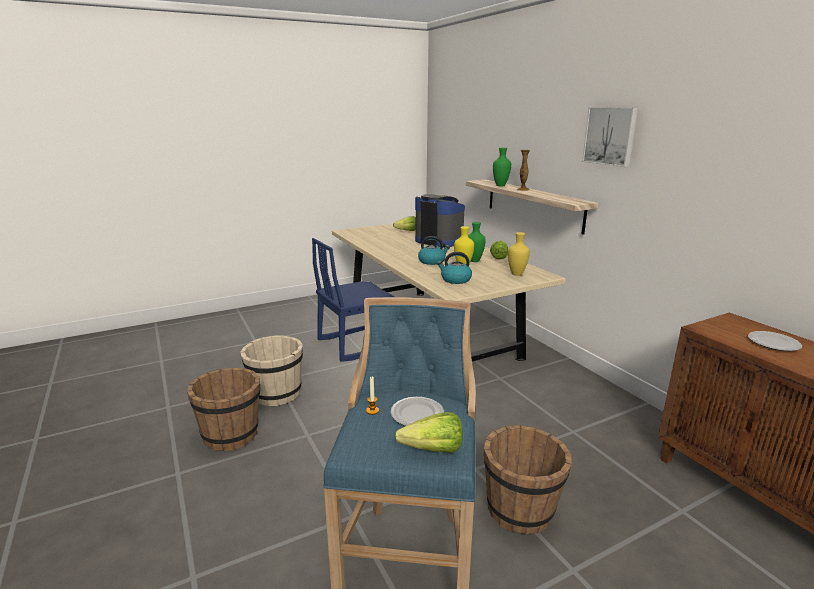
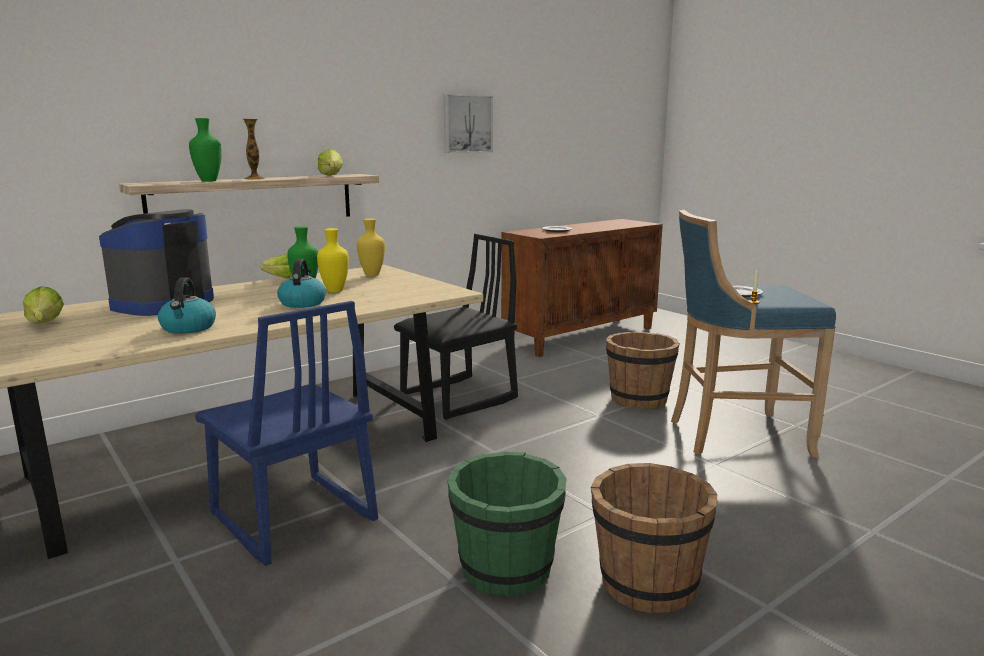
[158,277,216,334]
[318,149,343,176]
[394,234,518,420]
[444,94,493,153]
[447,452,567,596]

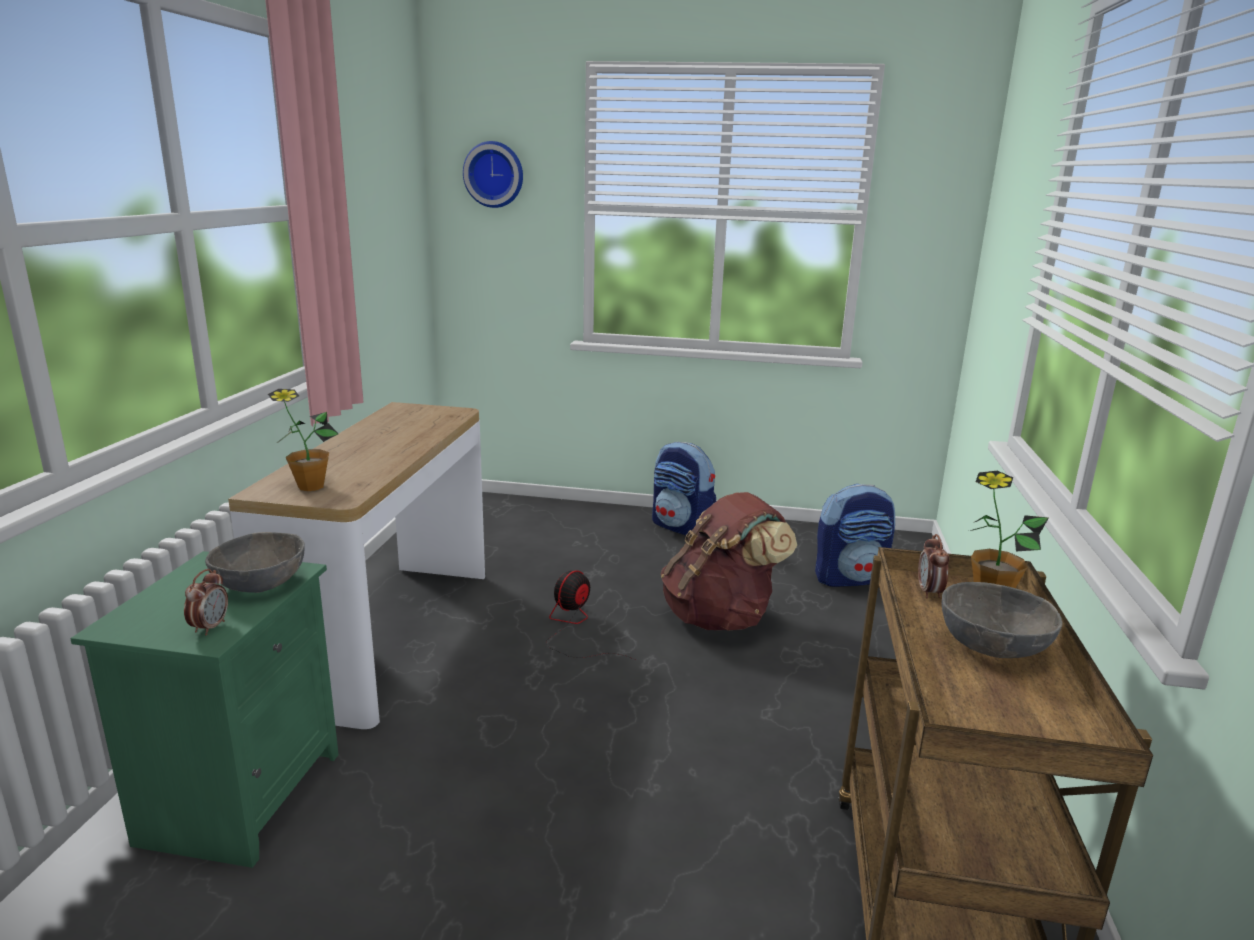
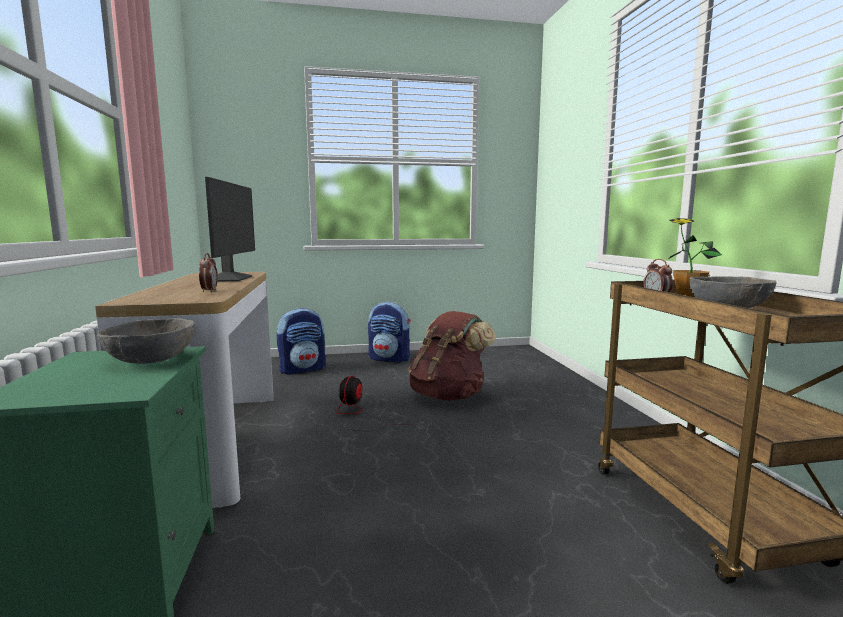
[199,253,218,292]
[205,177,255,281]
[277,308,326,375]
[268,389,338,491] (first image)
[463,141,523,208] (first image)

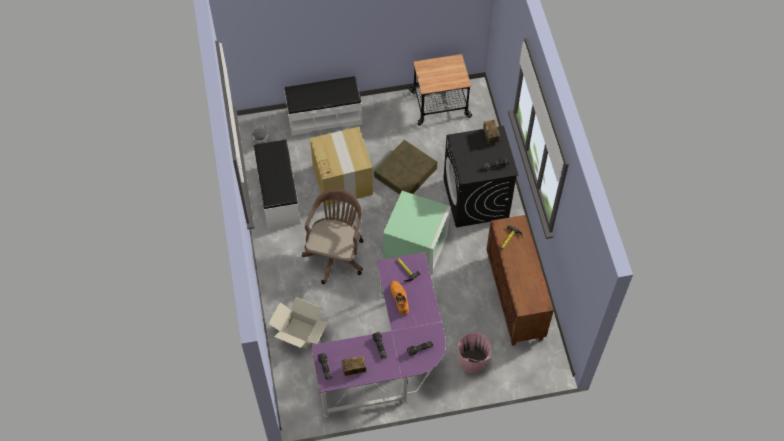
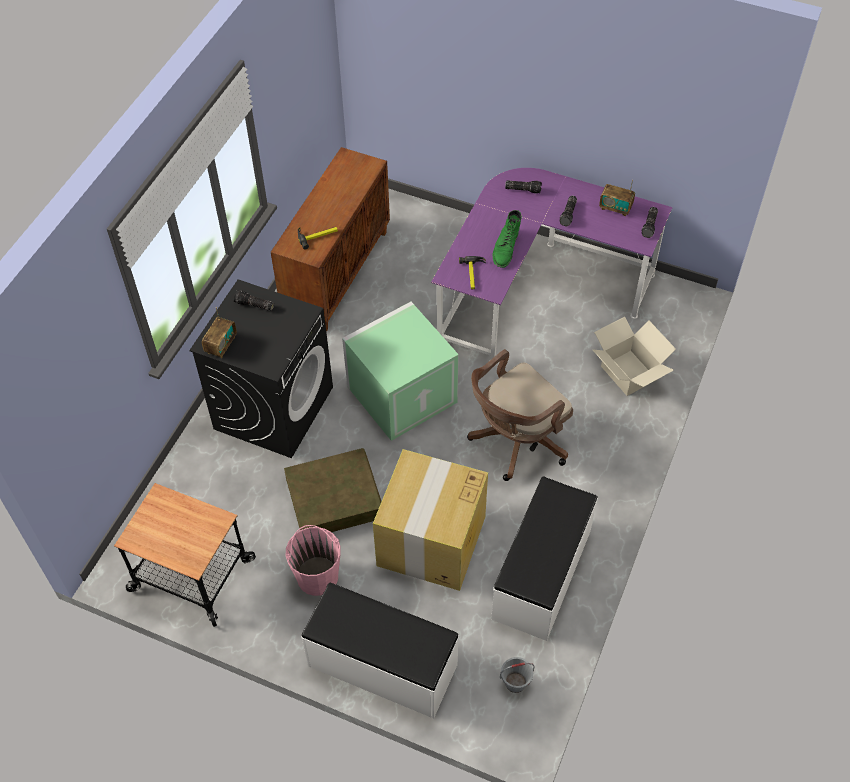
[286,525,341,596]
[492,210,522,268]

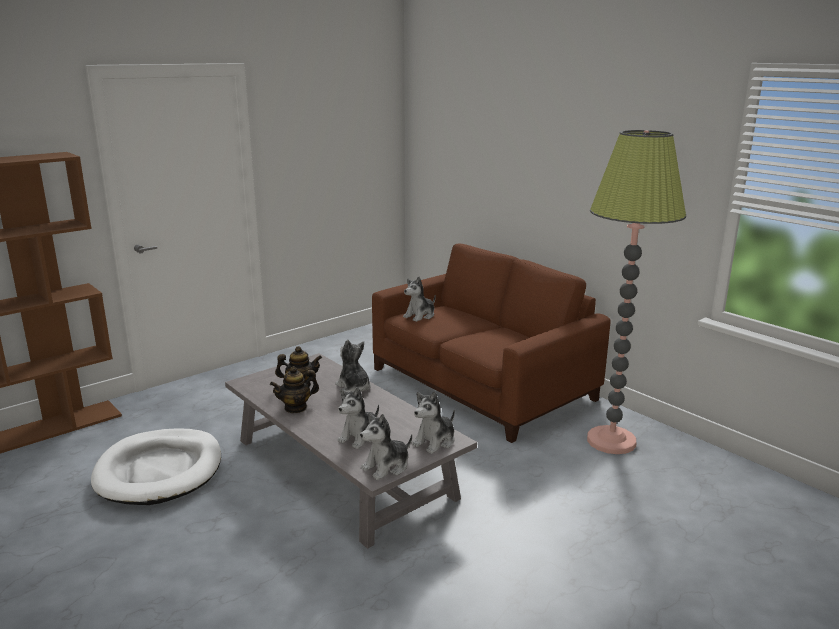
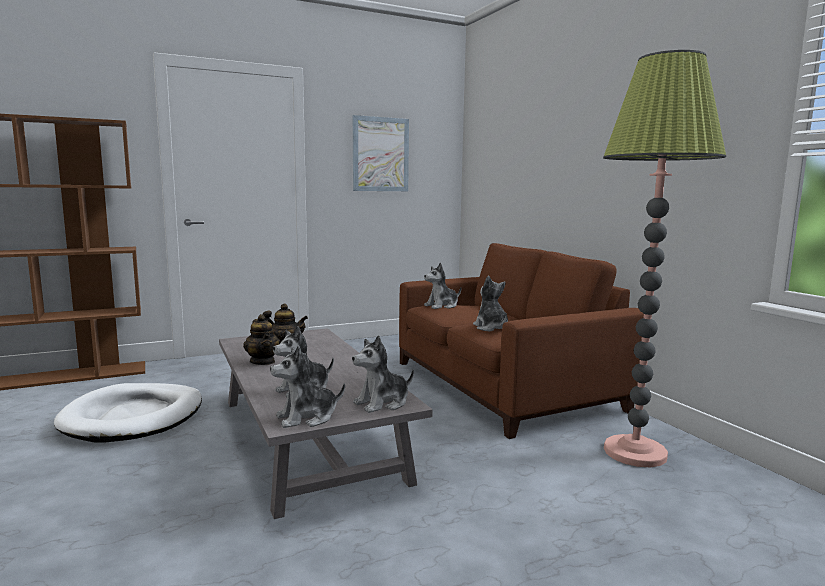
[243,314,281,365]
[353,115,409,191]
[473,275,508,332]

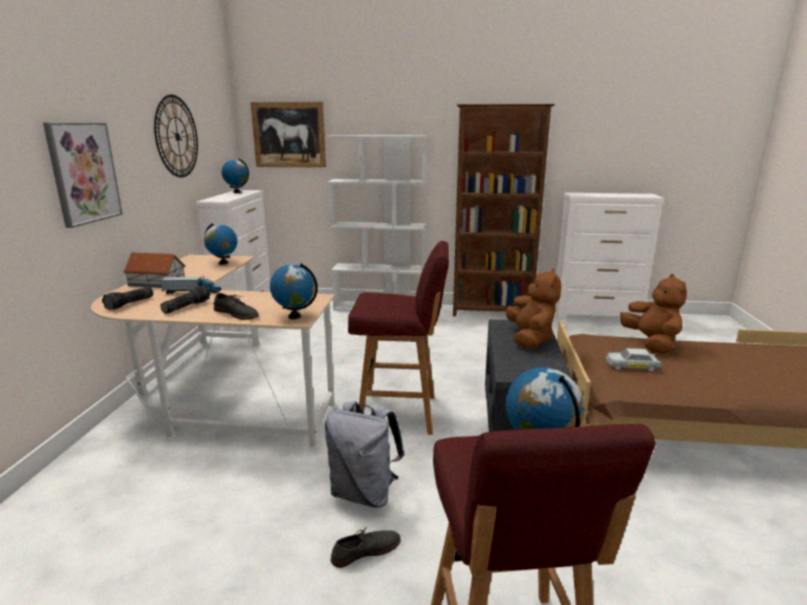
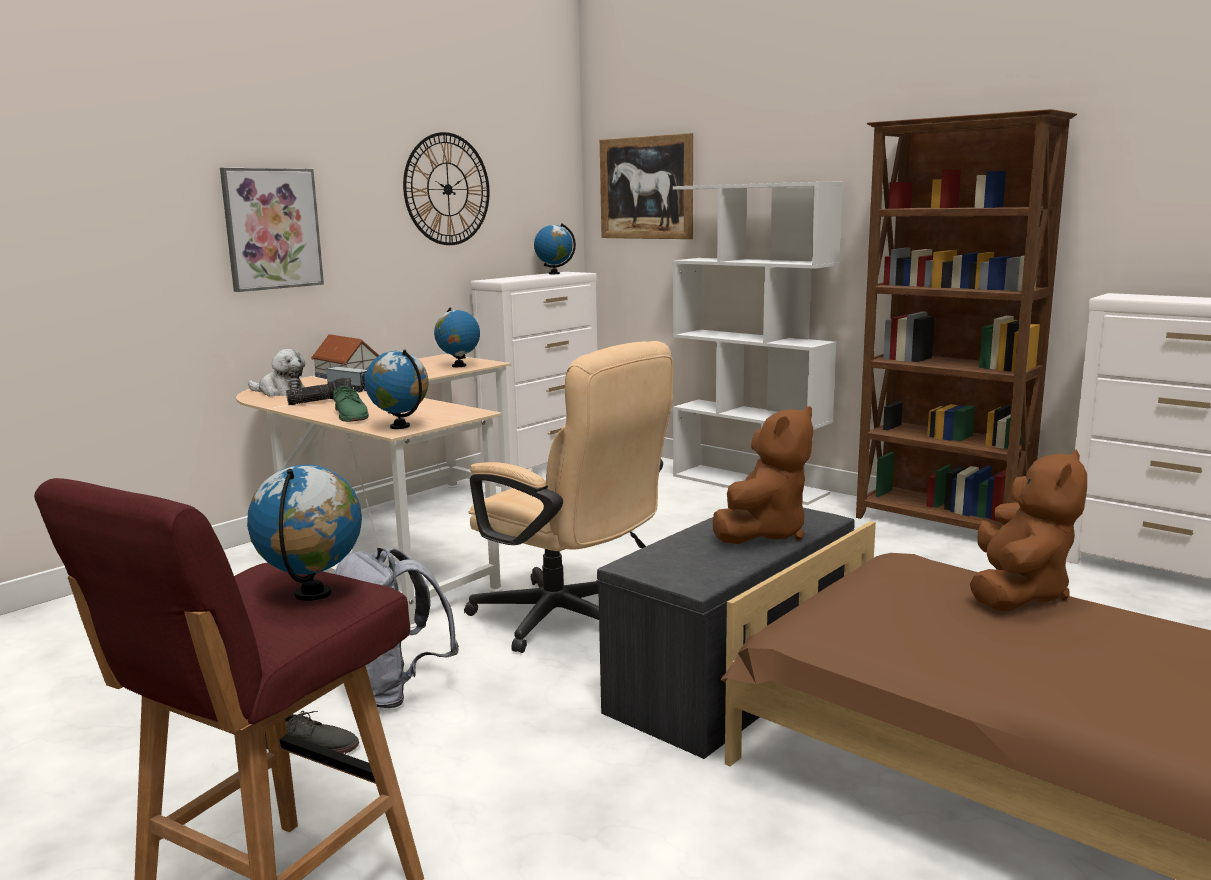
[248,349,305,397]
[333,386,369,422]
[464,341,674,653]
[606,348,661,372] (first image)

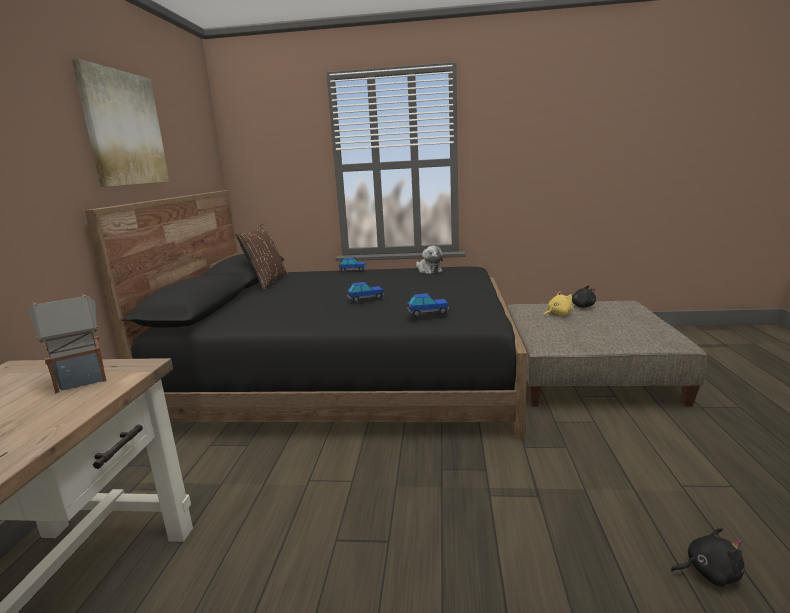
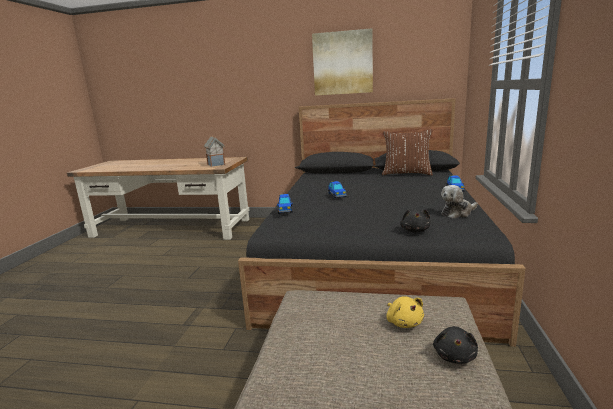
[400,209,431,232]

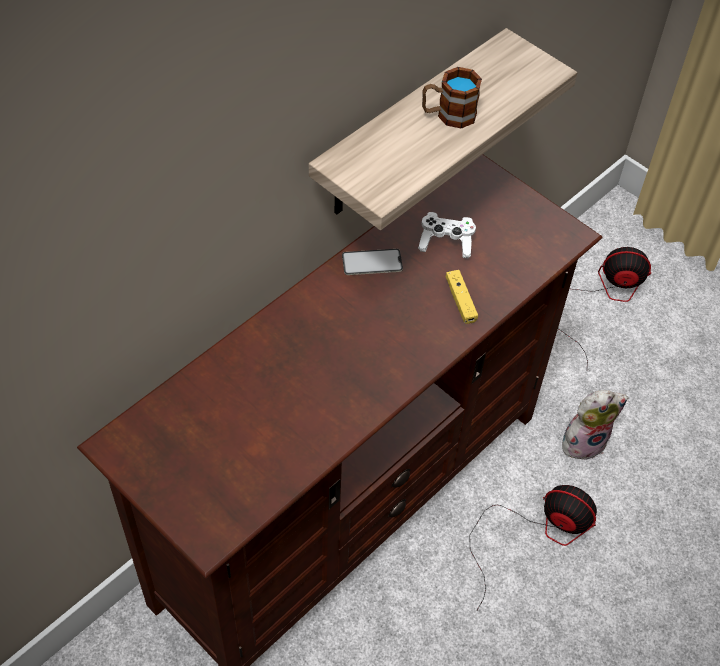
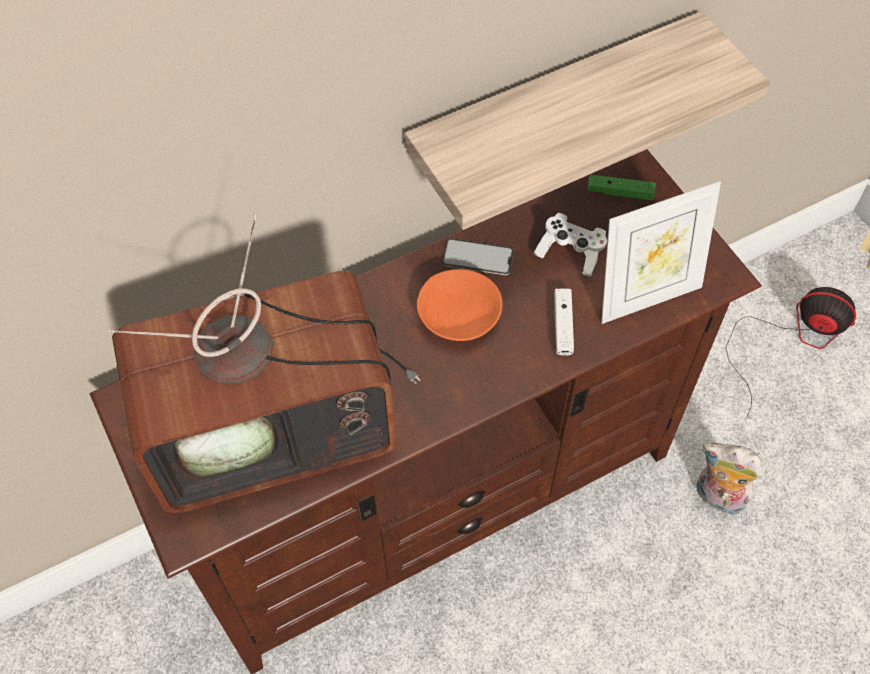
[109,211,420,513]
[417,269,503,341]
[554,288,574,356]
[588,174,656,200]
[601,181,721,324]
[696,443,763,514]
[422,67,482,128] (first image)
[469,485,597,611] (first image)

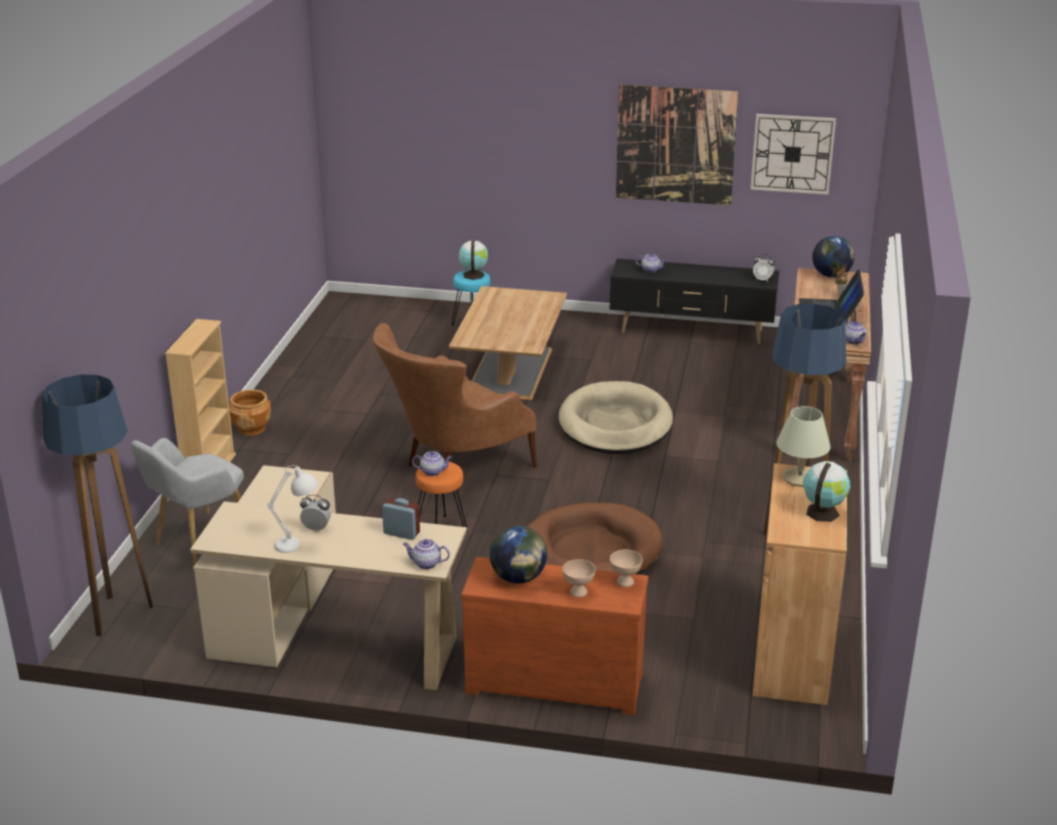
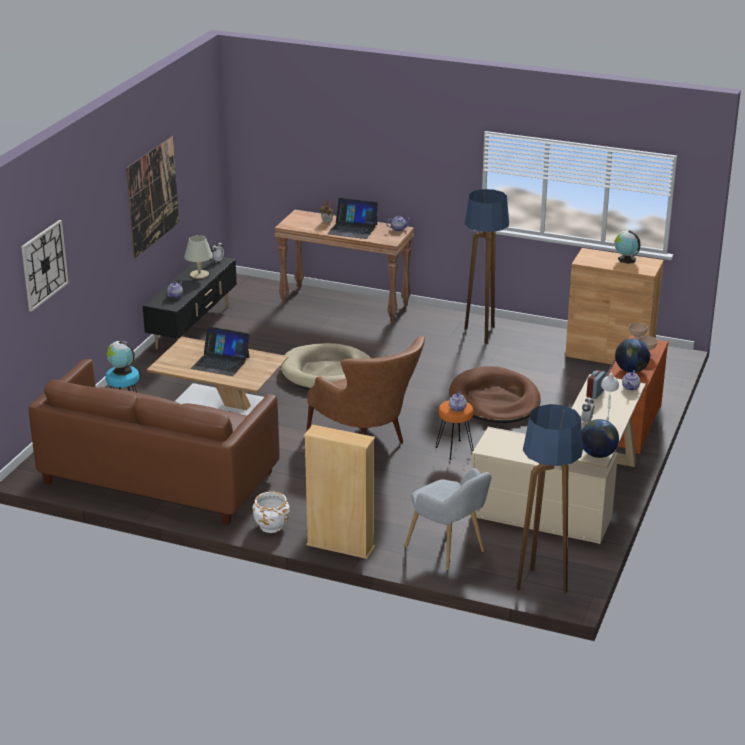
[21,220,69,312]
[28,359,280,525]
[184,235,213,279]
[191,326,250,376]
[253,492,290,533]
[582,419,619,458]

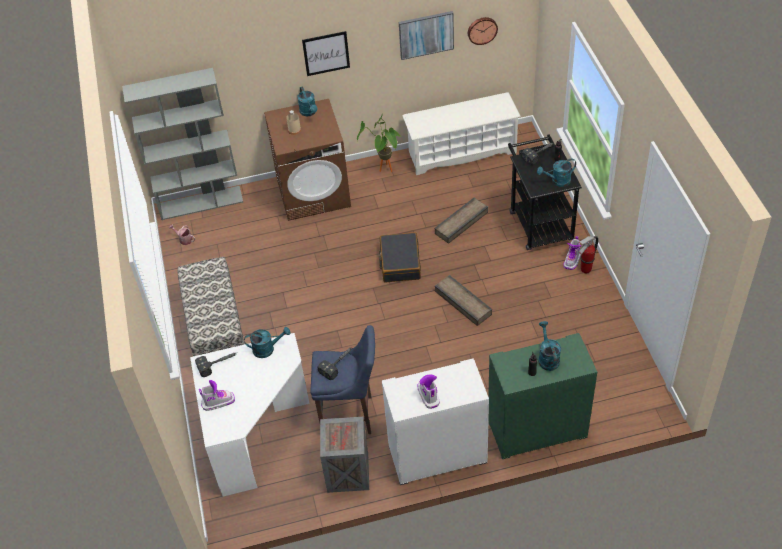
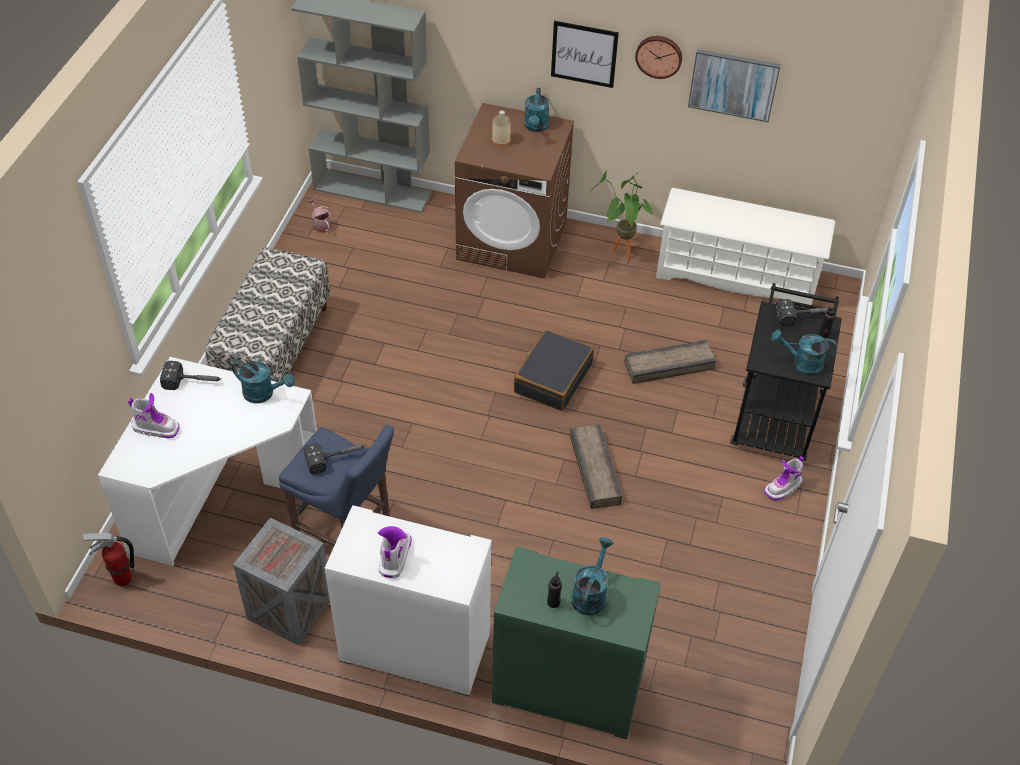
[82,533,135,586]
[635,36,682,79]

